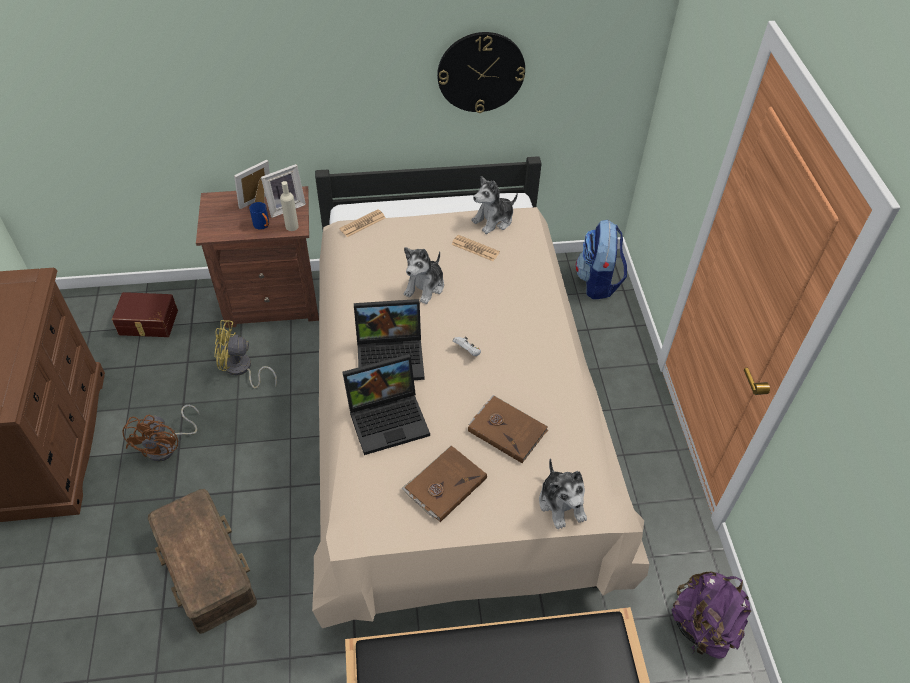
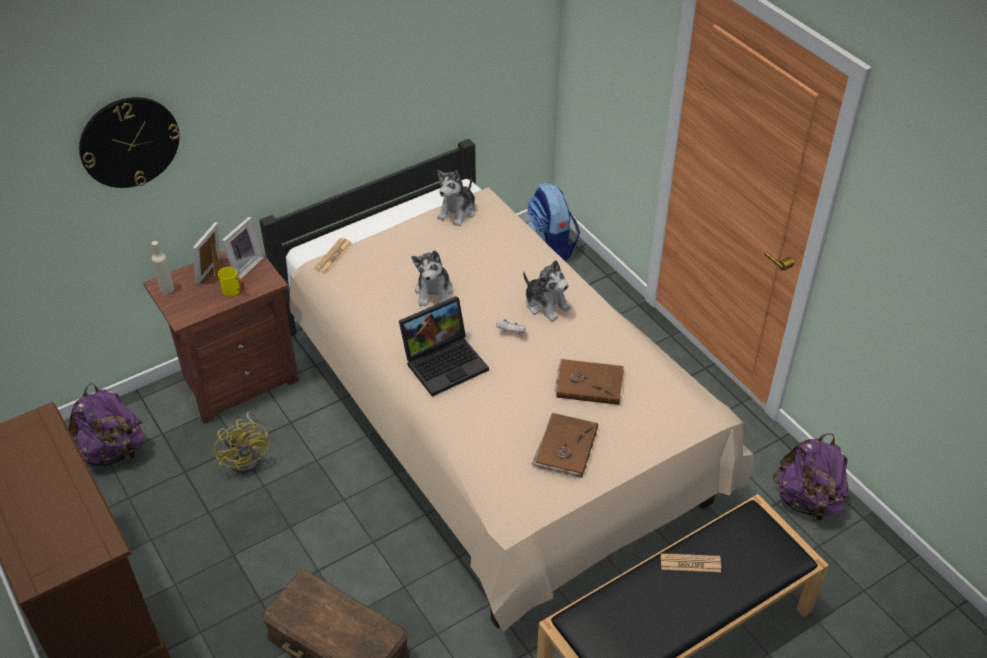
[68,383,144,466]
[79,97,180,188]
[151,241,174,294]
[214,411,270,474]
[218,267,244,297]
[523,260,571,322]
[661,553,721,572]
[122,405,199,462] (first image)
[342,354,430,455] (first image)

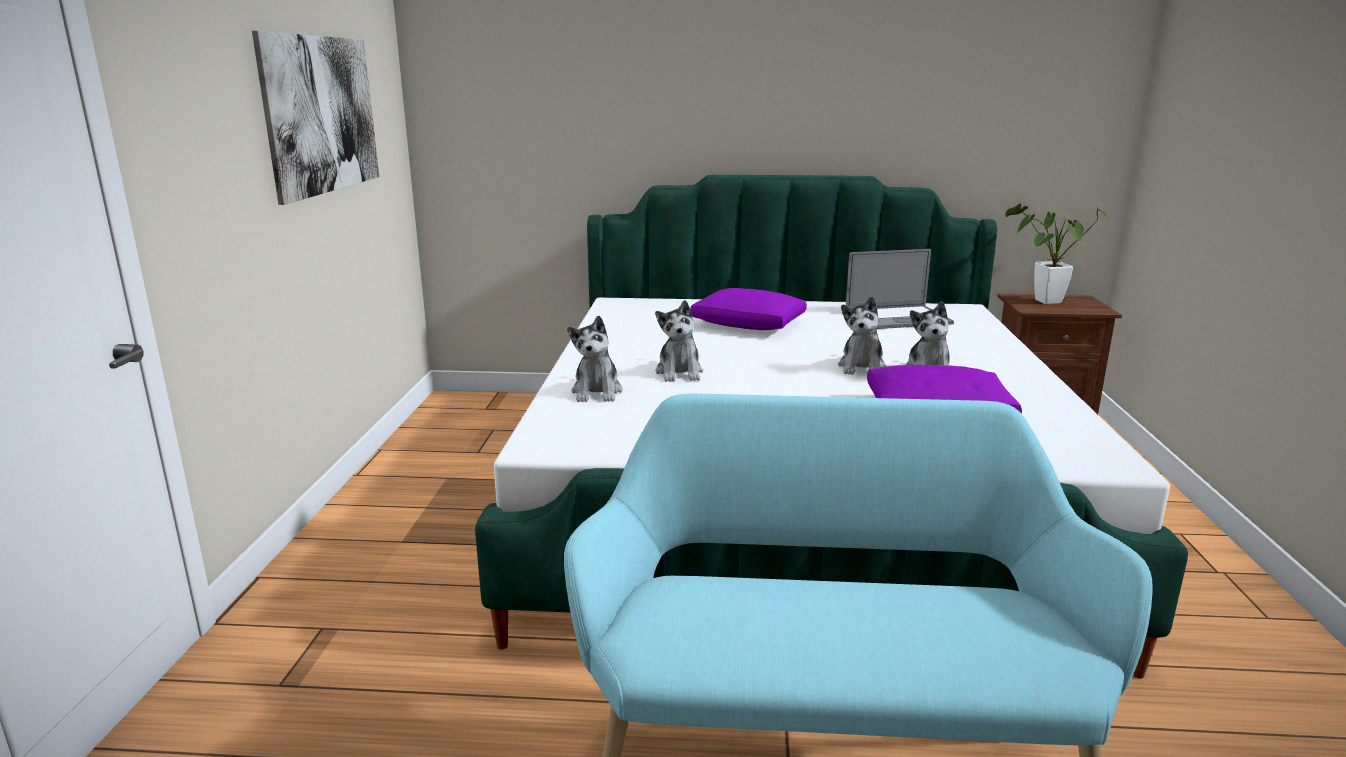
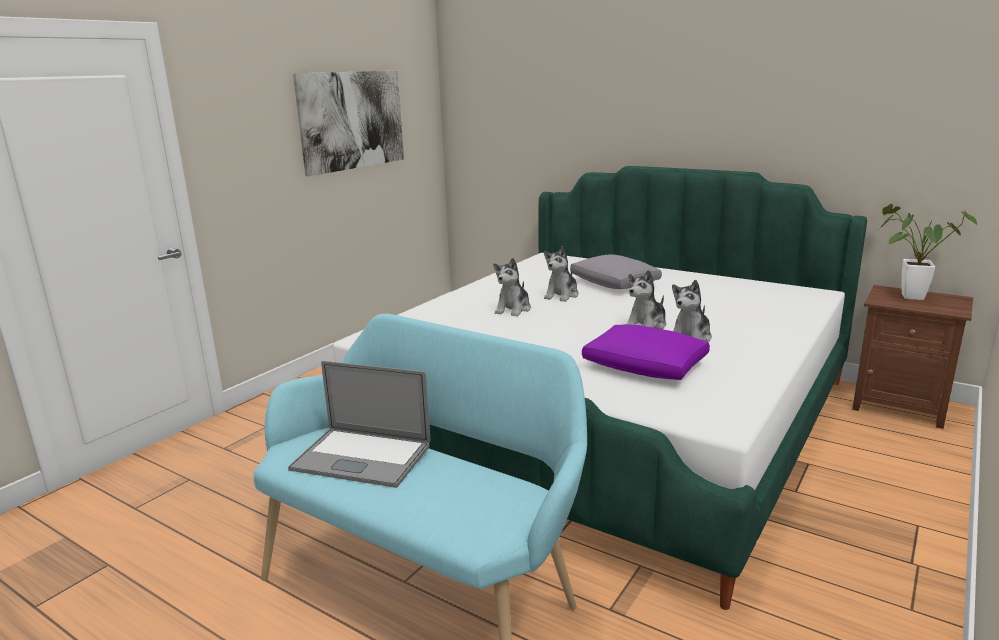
[288,361,430,488]
[544,246,579,302]
[570,255,662,289]

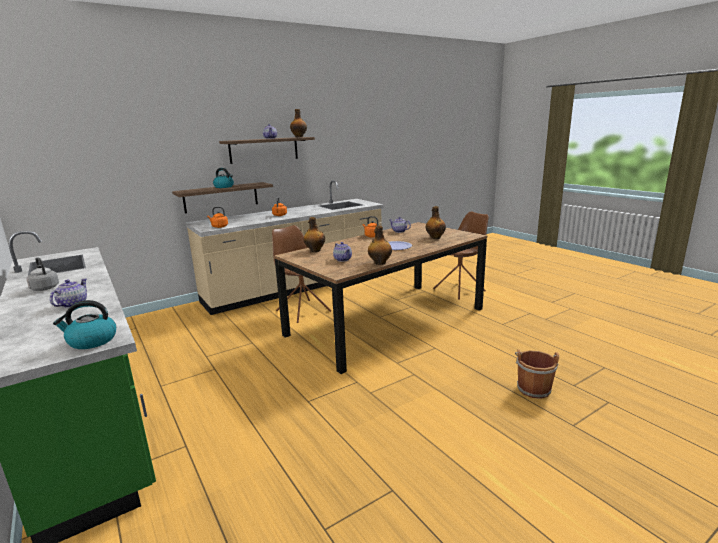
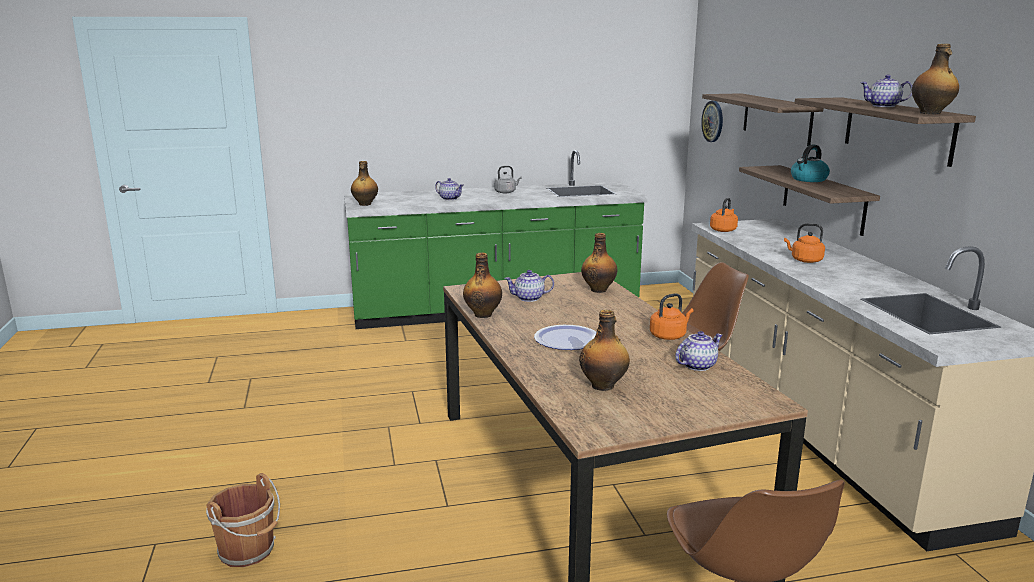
[351,161,378,206]
[701,101,723,142]
[702,93,823,146]

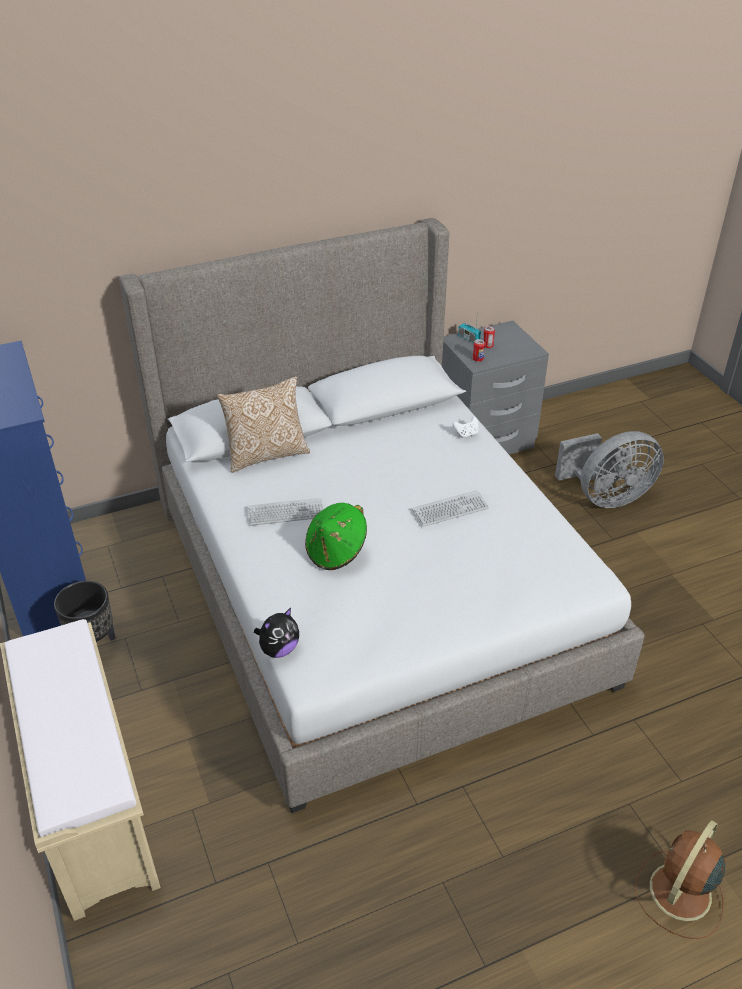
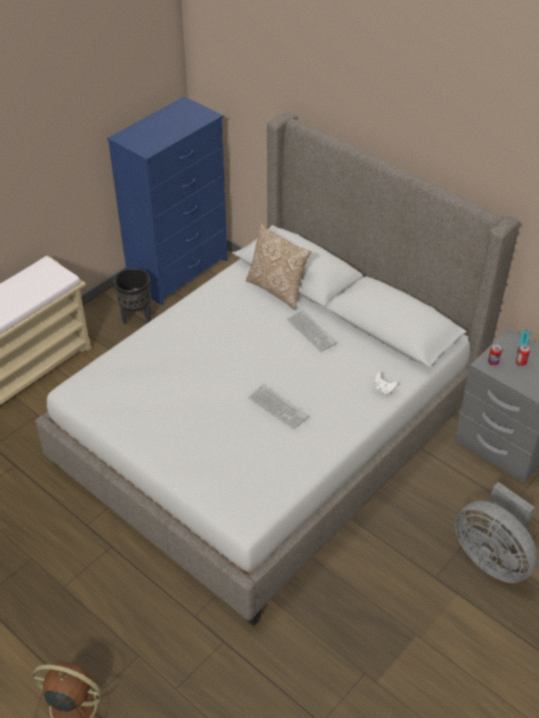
[287,310,337,352]
[254,608,299,658] (first image)
[305,503,367,570] (first image)

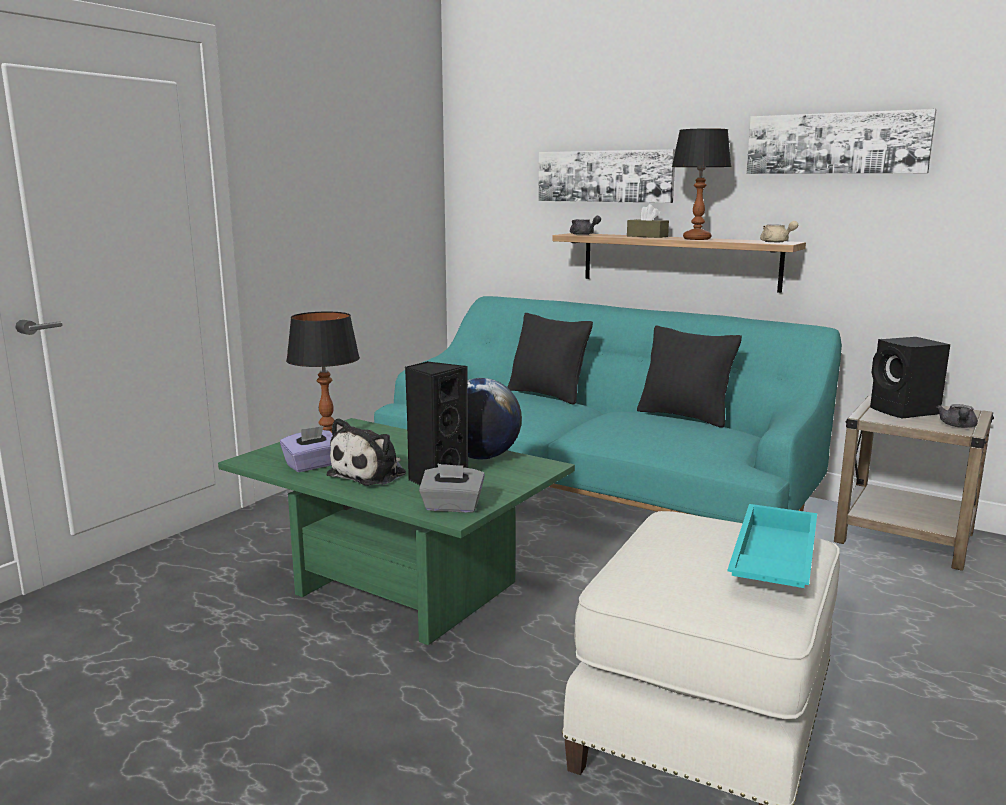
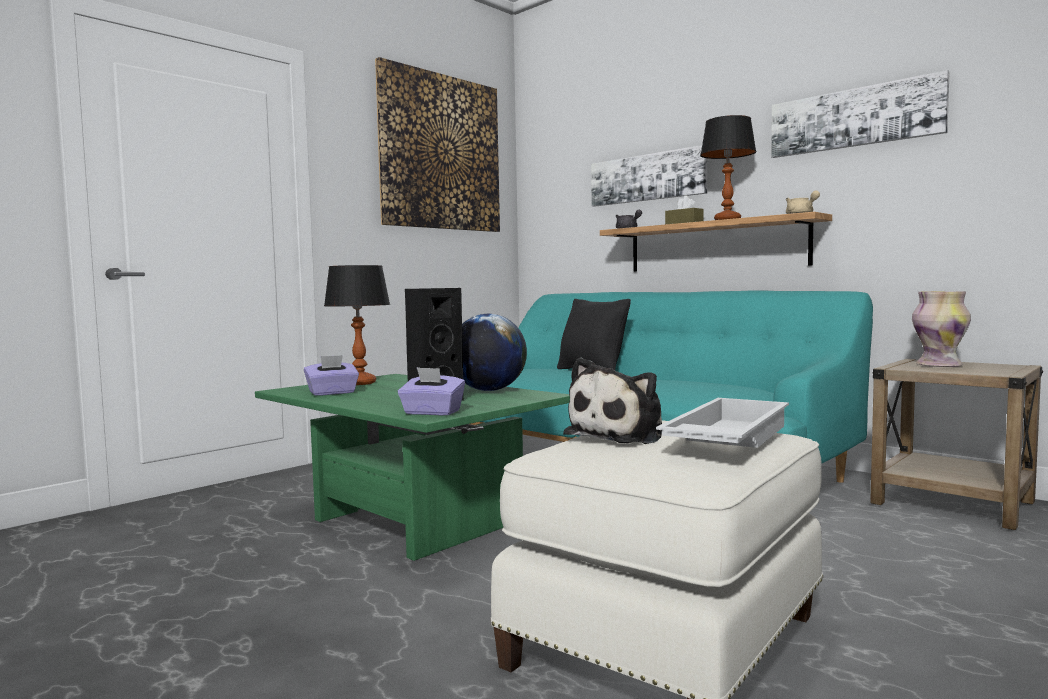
[375,57,500,232]
[398,367,465,416]
[563,357,662,444]
[656,398,789,448]
[912,291,971,367]
[637,326,742,428] (first image)
[936,404,978,428] (first image)

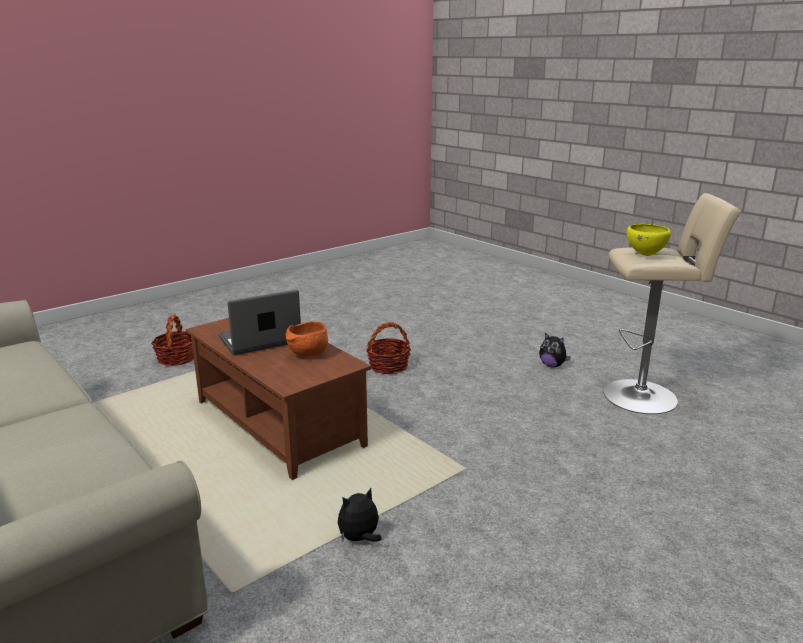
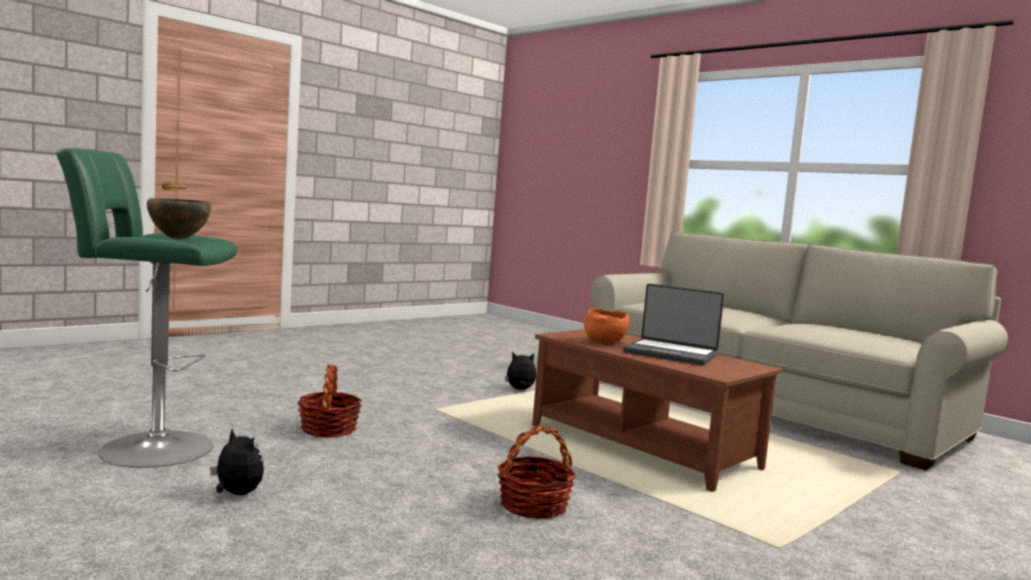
[56,148,237,468]
[147,198,211,239]
[297,364,362,437]
[505,352,536,390]
[623,283,724,365]

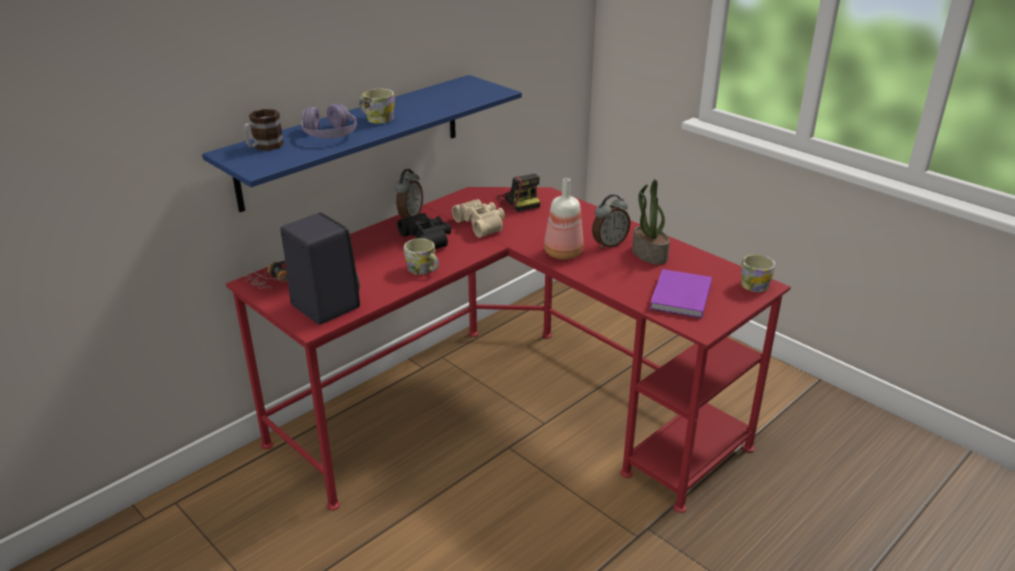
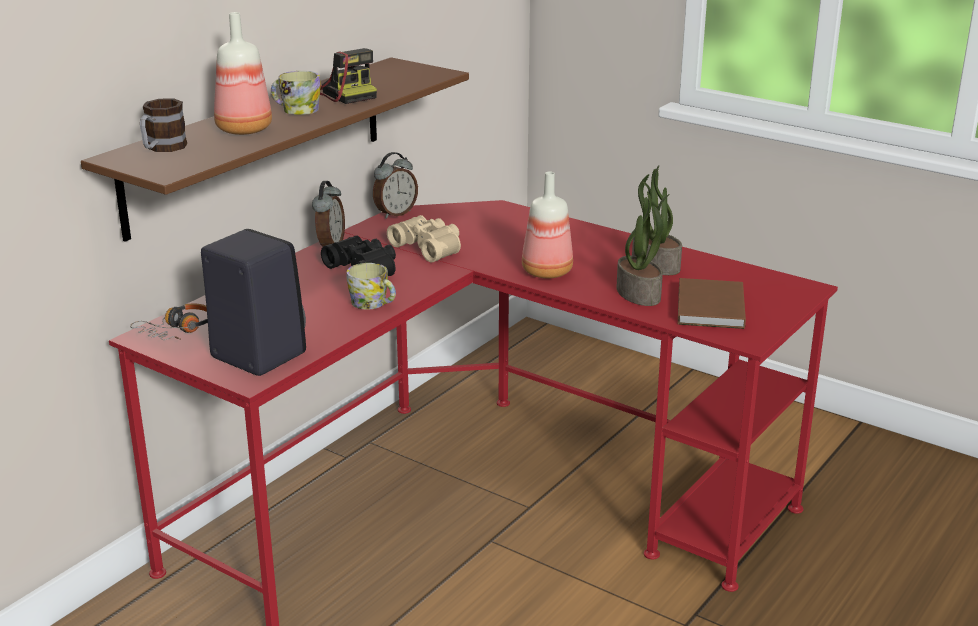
[81,57,469,242]
[214,12,272,135]
[320,48,377,104]
[373,152,418,219]
[616,191,670,306]
[678,278,746,329]
[741,254,775,292] (first image)

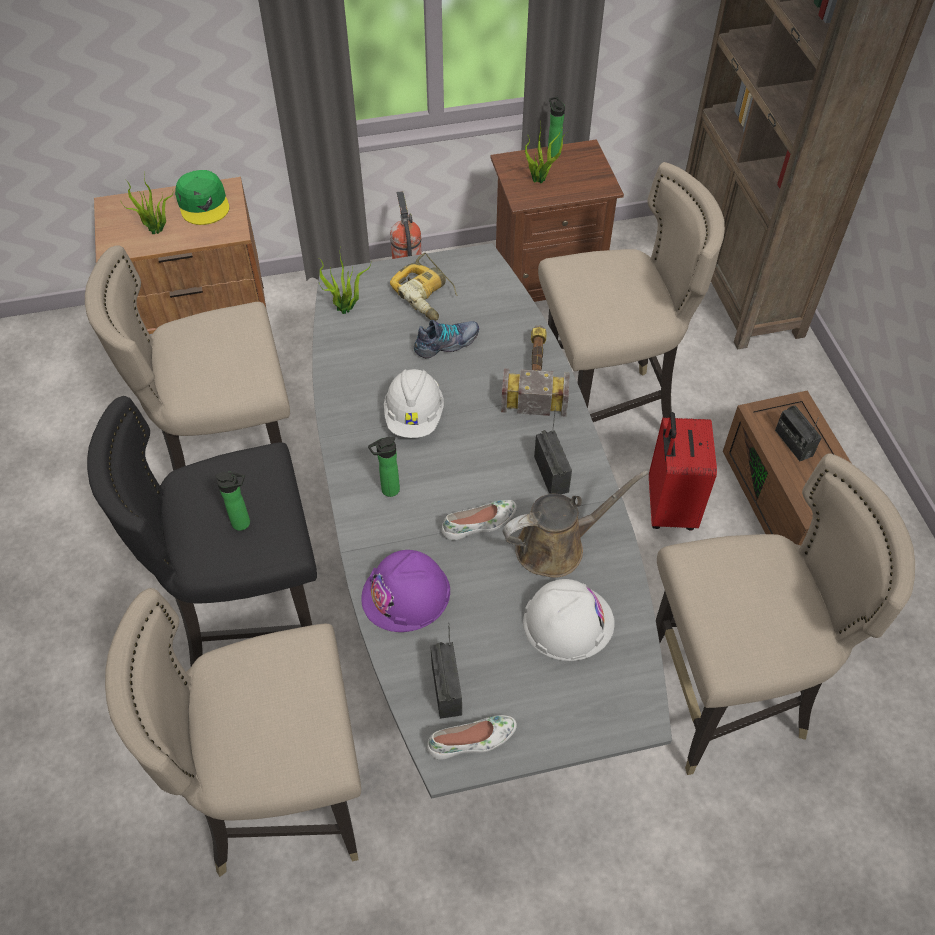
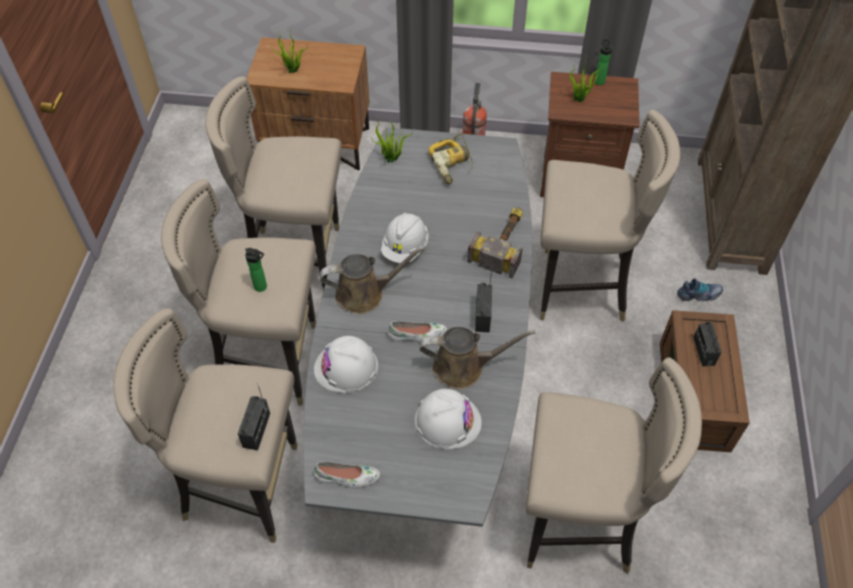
[161,179,316,406]
[238,383,270,450]
[314,336,379,393]
[320,247,425,314]
[677,279,723,301]
[175,170,229,225] (first image)
[649,412,717,530] (first image)

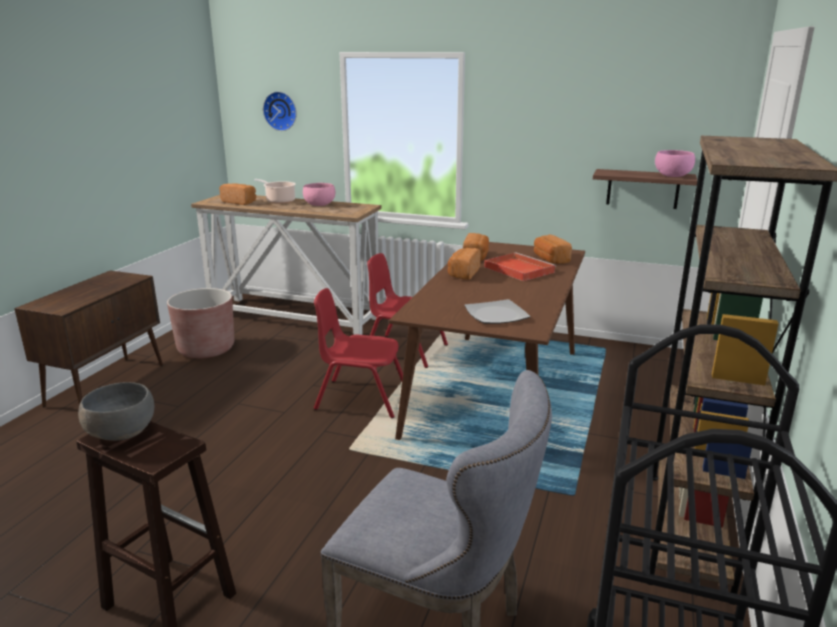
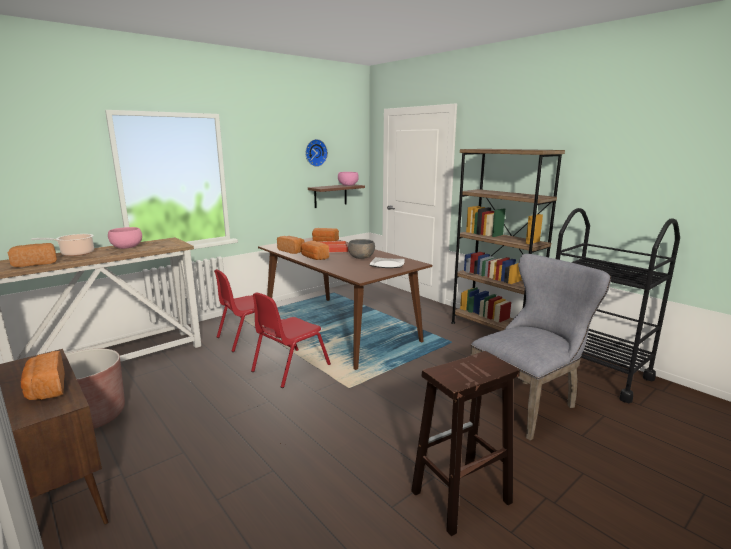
[21,351,65,400]
[305,139,328,167]
[348,239,375,259]

